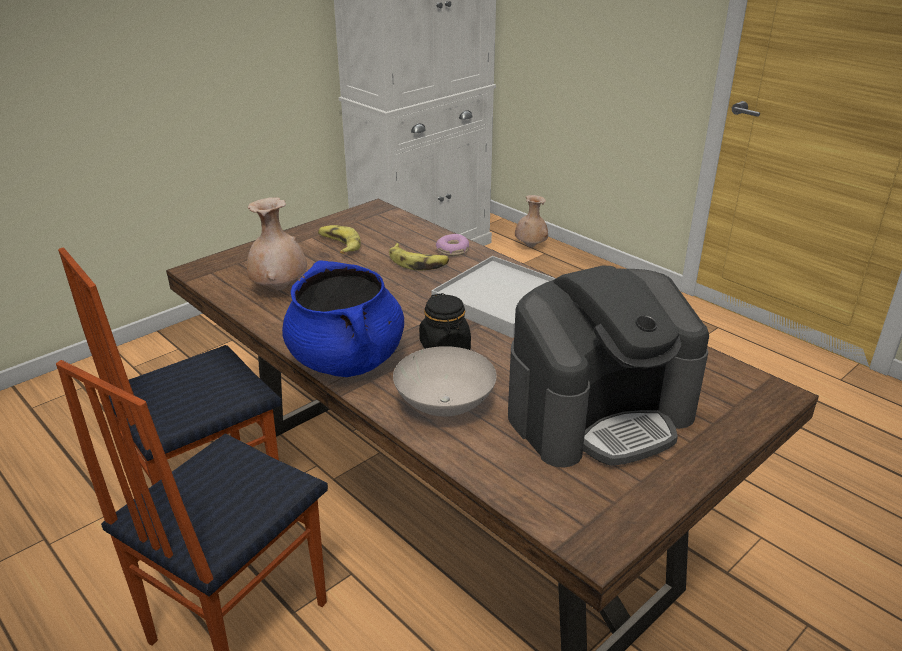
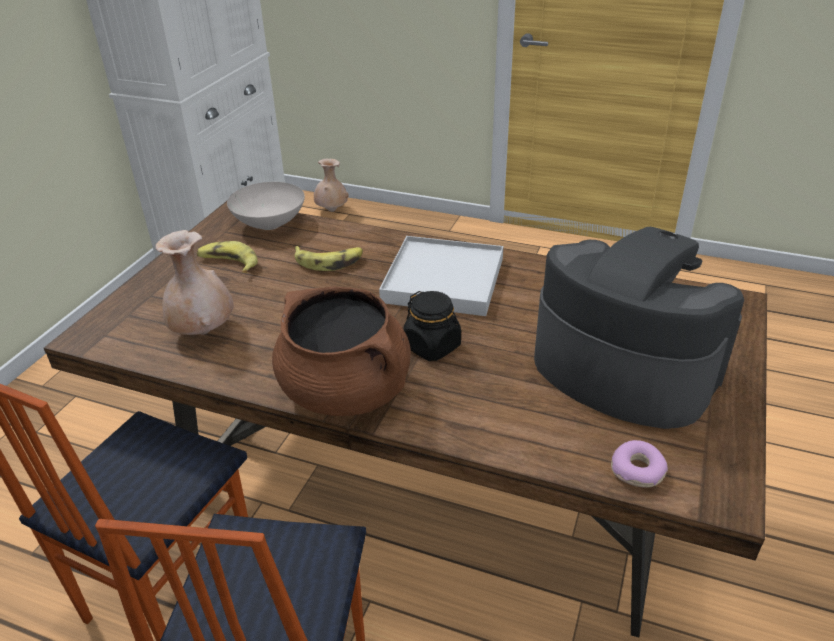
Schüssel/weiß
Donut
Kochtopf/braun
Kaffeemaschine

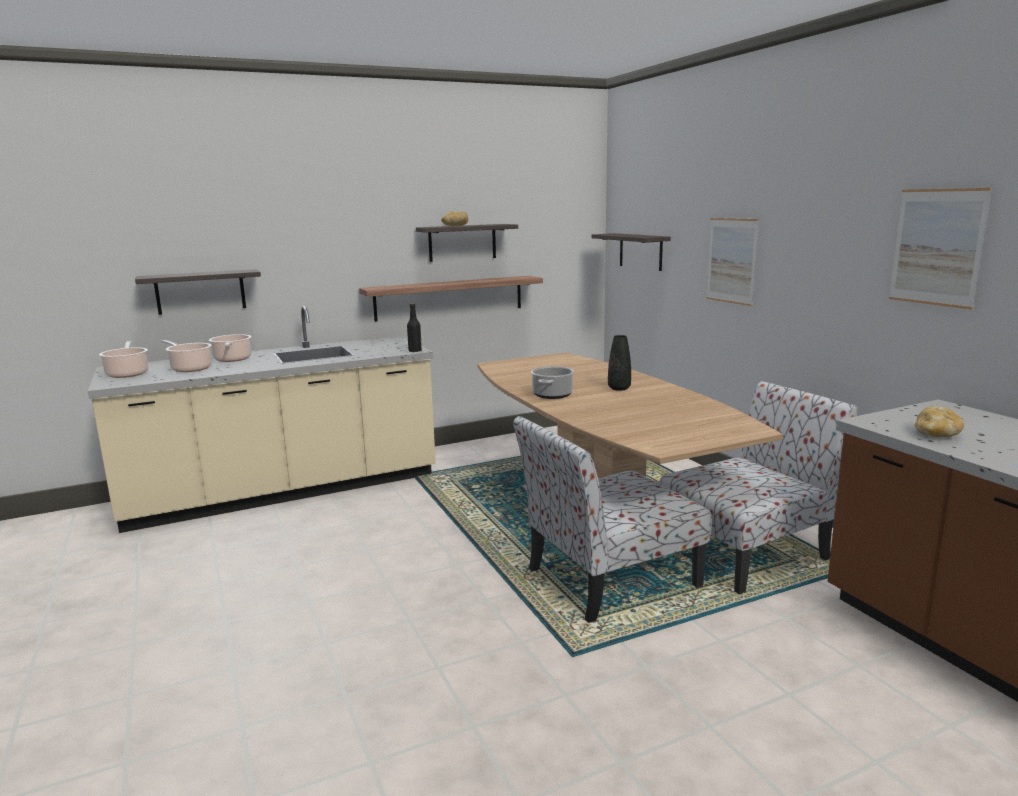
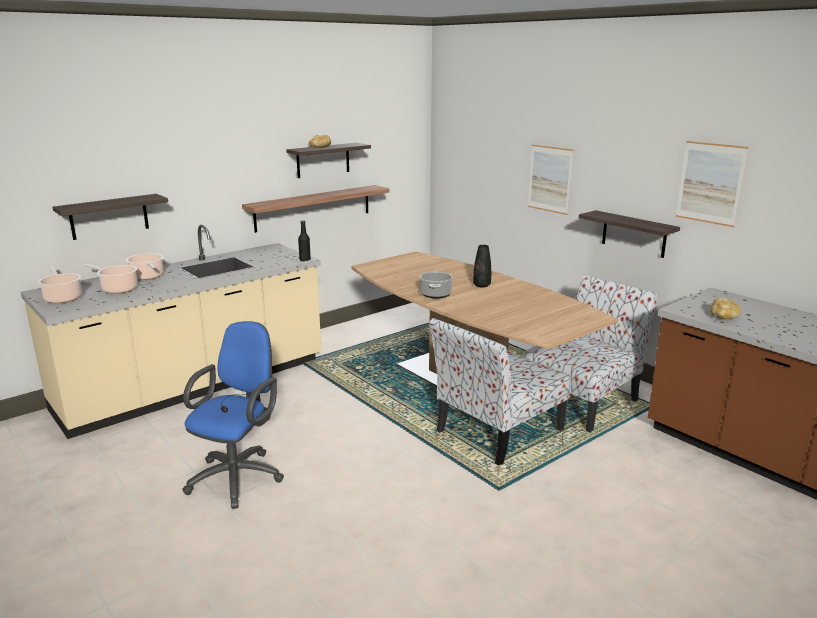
Bürostuhl/blau
Wandregal (no. 4 from left)

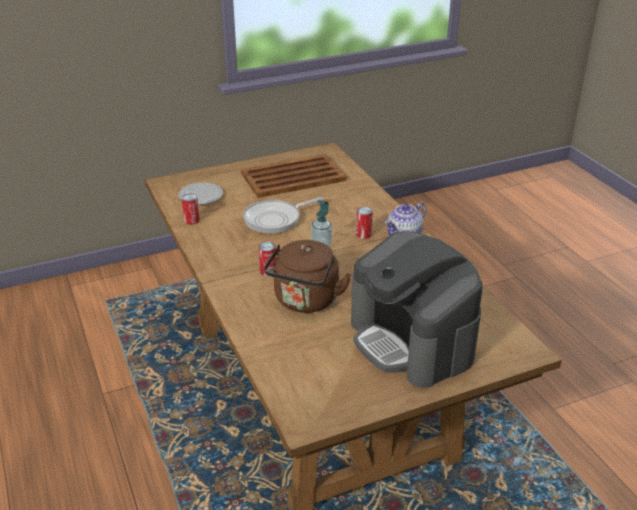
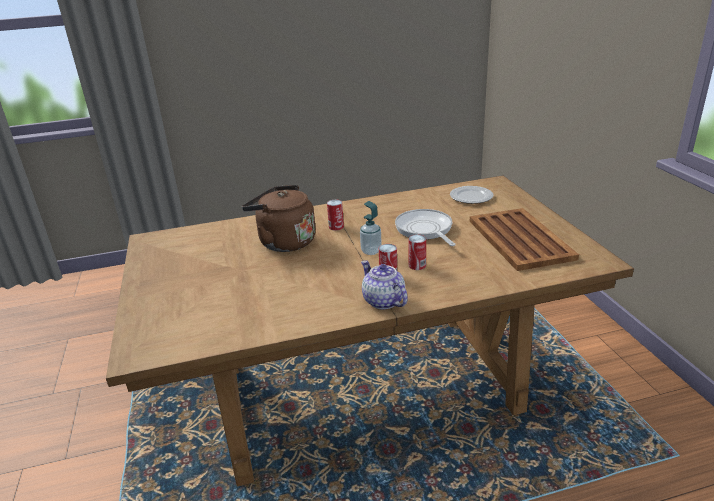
Kaffeemaschine
Dose (no. 3 from left)

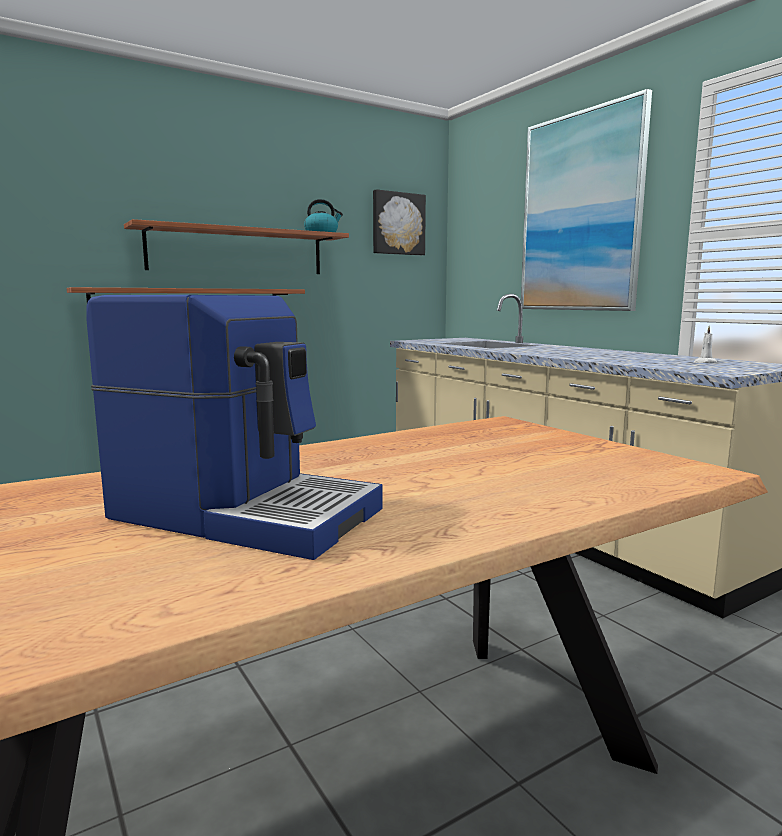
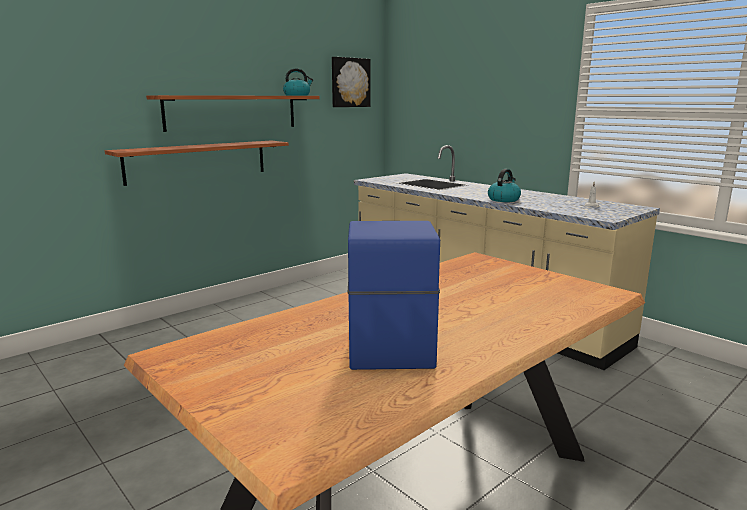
Bild (no. 2 from left in the first image)
Wasserkessel (no. 2 from left)
Kaffeemaschine

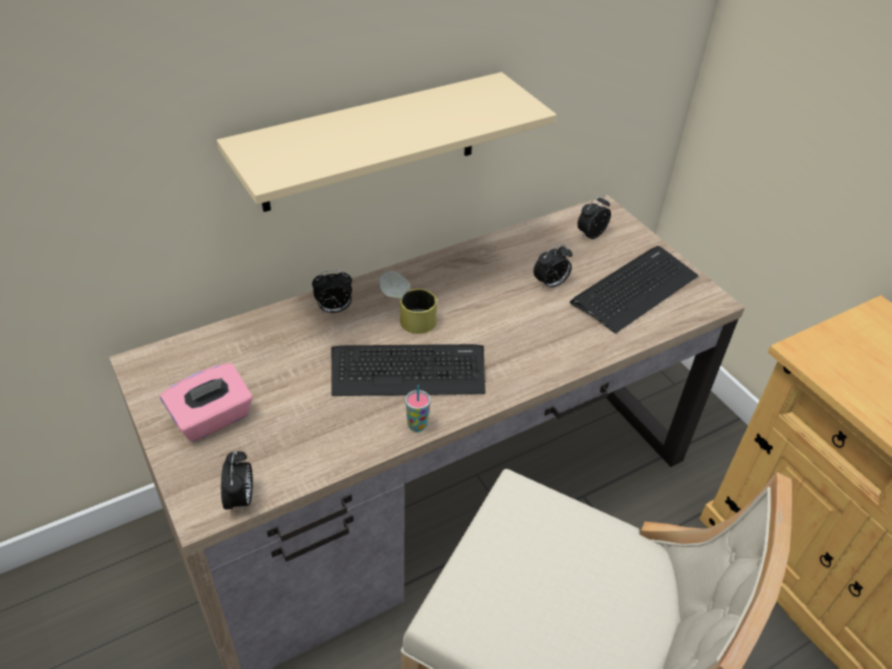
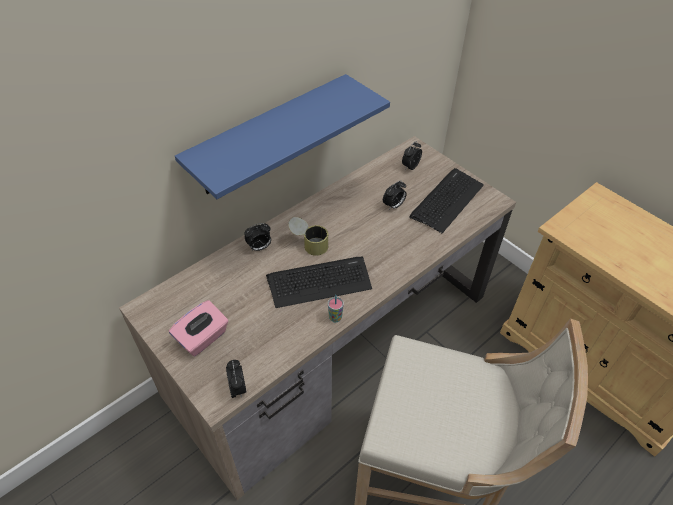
Wandregal/blau

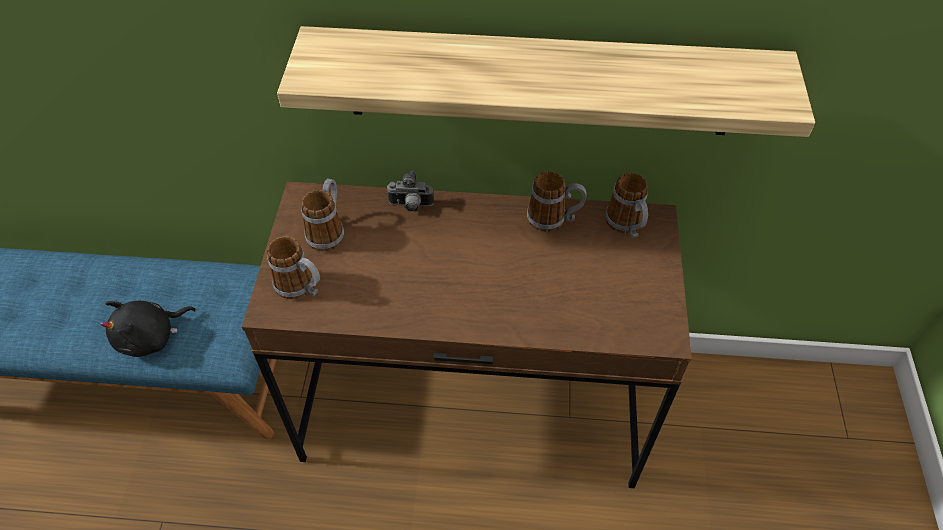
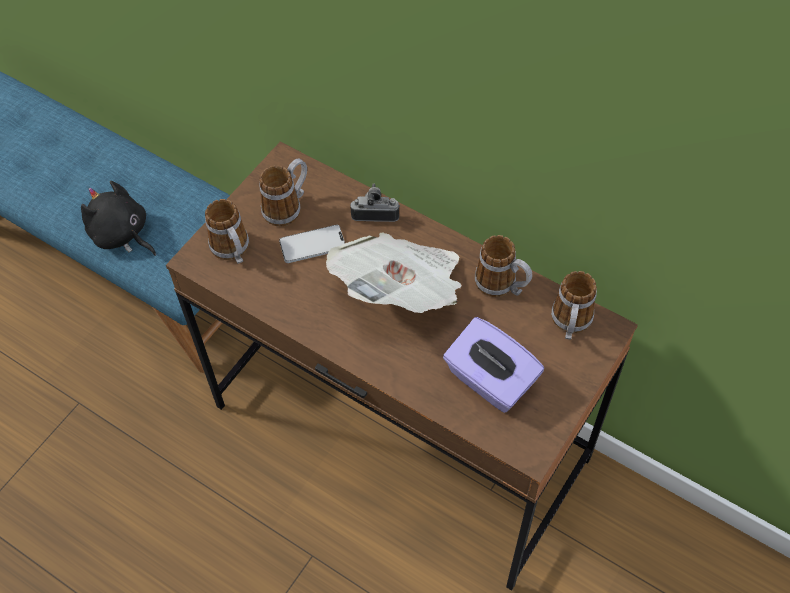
Wandregal
Handy
Zeitung
Taschentuchbox/lila
Plüschtier/schwarz
Kamera

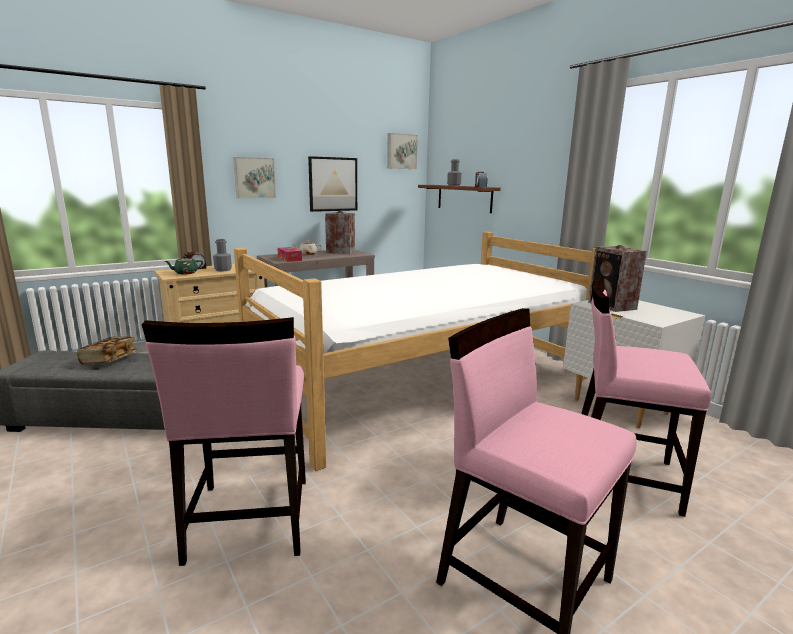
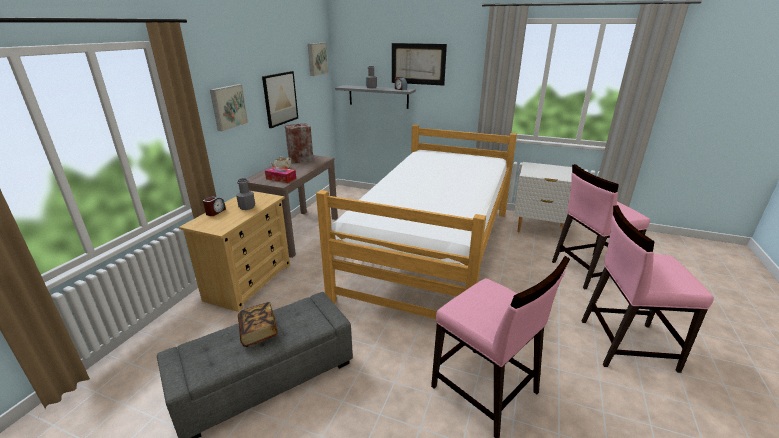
Teekanne/grün
Lautsprecher (no. 2 from left in the first image)
Bild (no. 4 from left)
Wandregal/grau

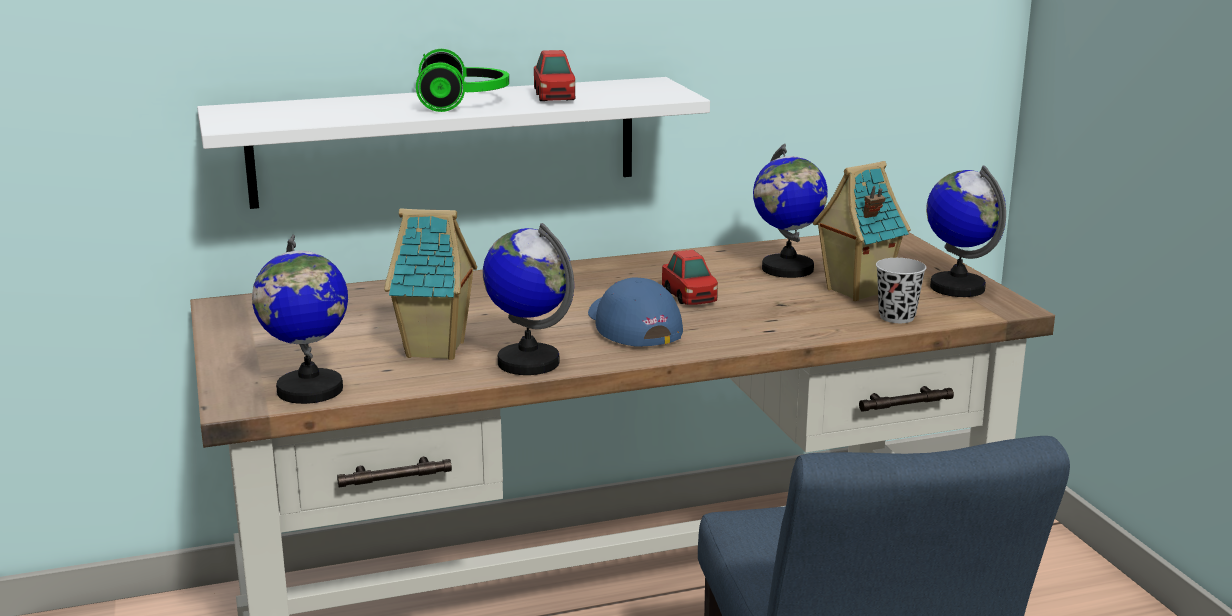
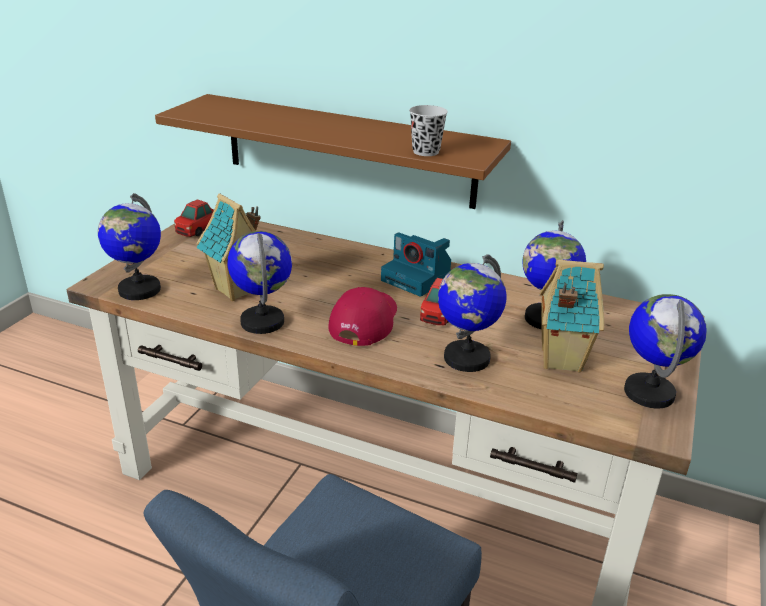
Kopfhörer
Kamera
Globus (no. 3 from left)
Spielzeugauto (no. 1 from left)
Tasse/schwarz
Wandregal/braun
Kappe/rot

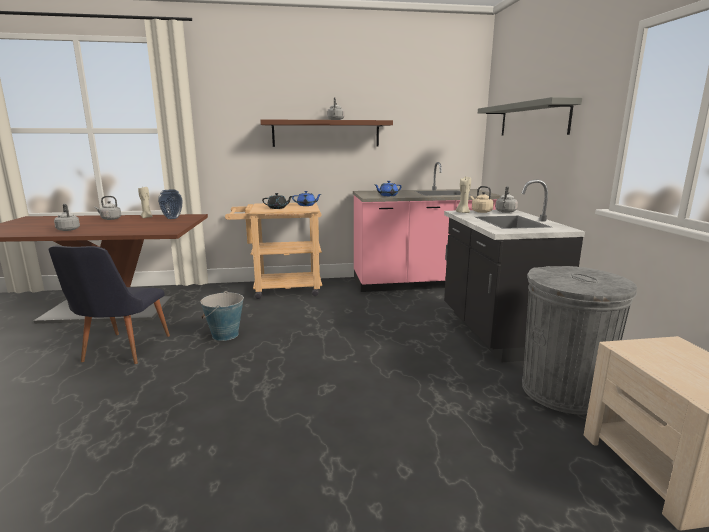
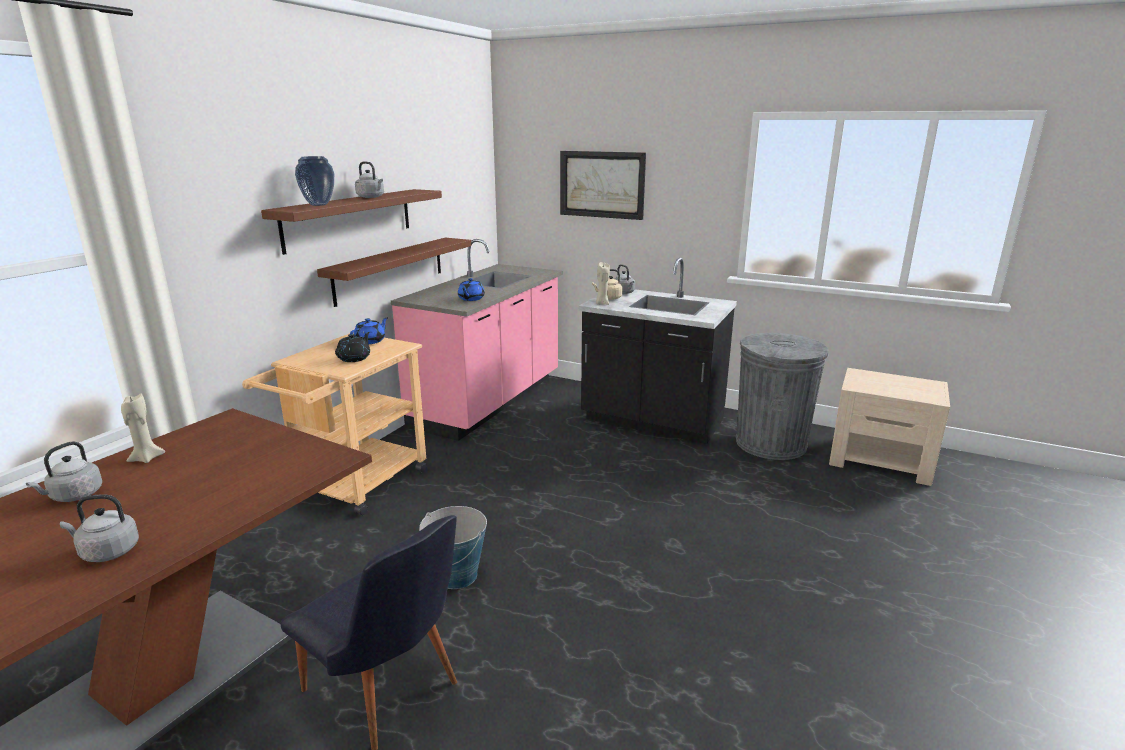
Wandregal/braun (no. 2 from left)
Vase
Bild

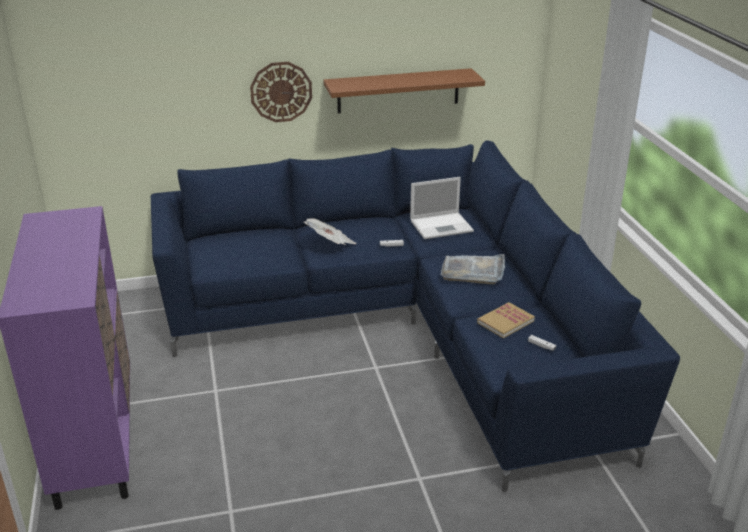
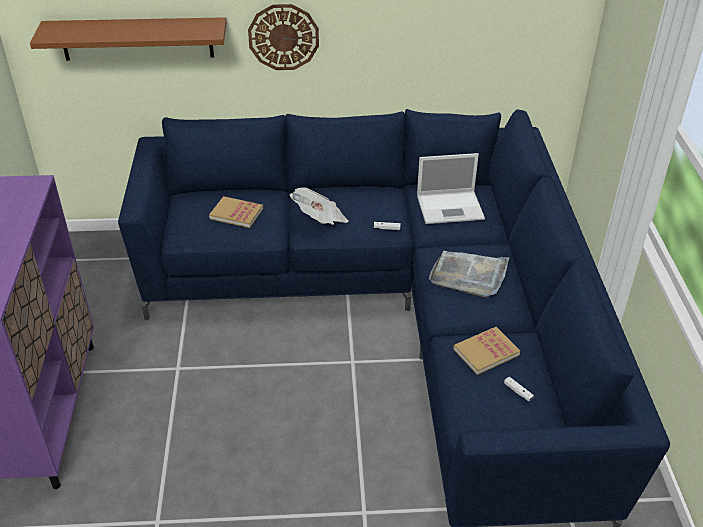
Buch (no. 1 from left)
Wandregal/braun

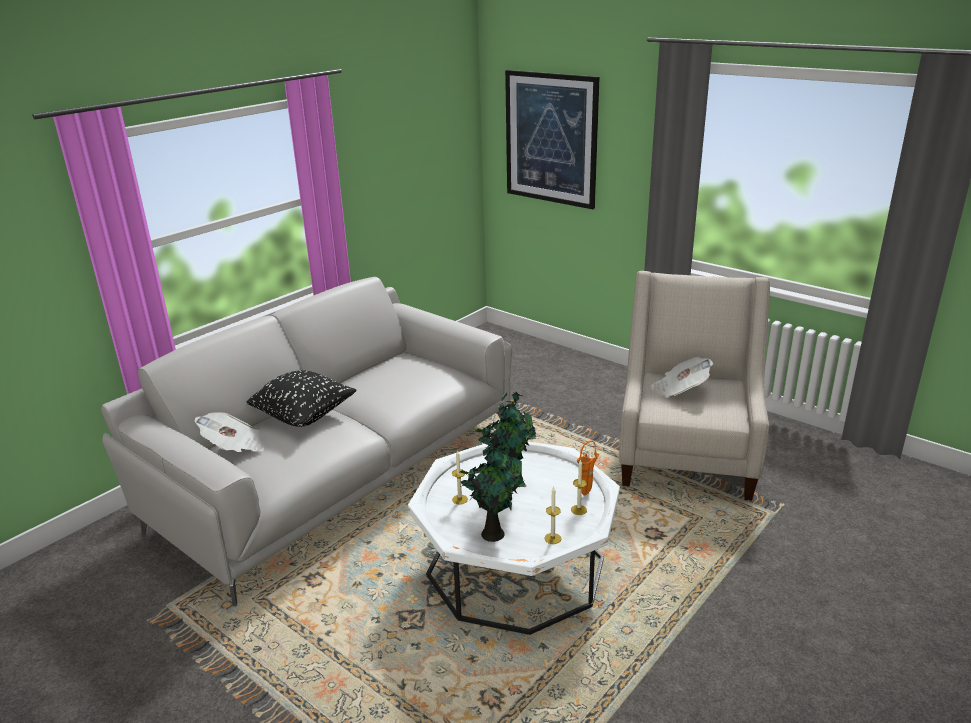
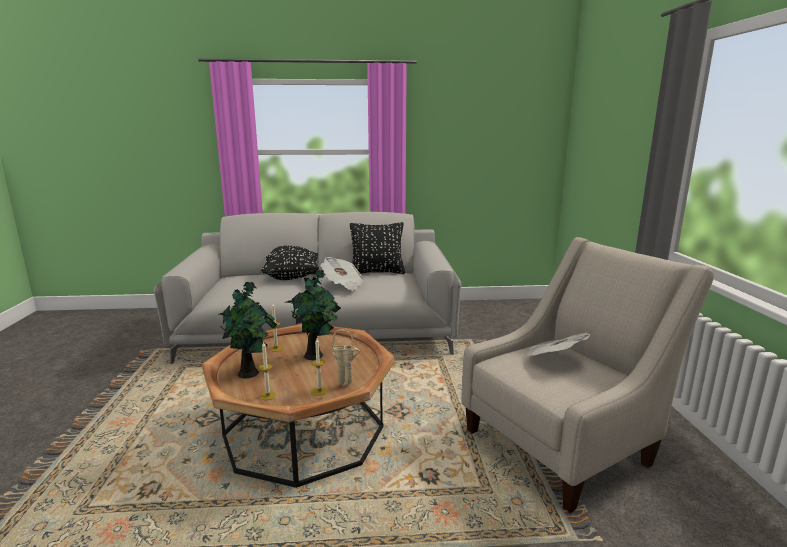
Bild
Kissen/schwarz (no. 2 from left)
Zeitung (no. 1 from left)
Couchtisch/braun
Vase/beige

